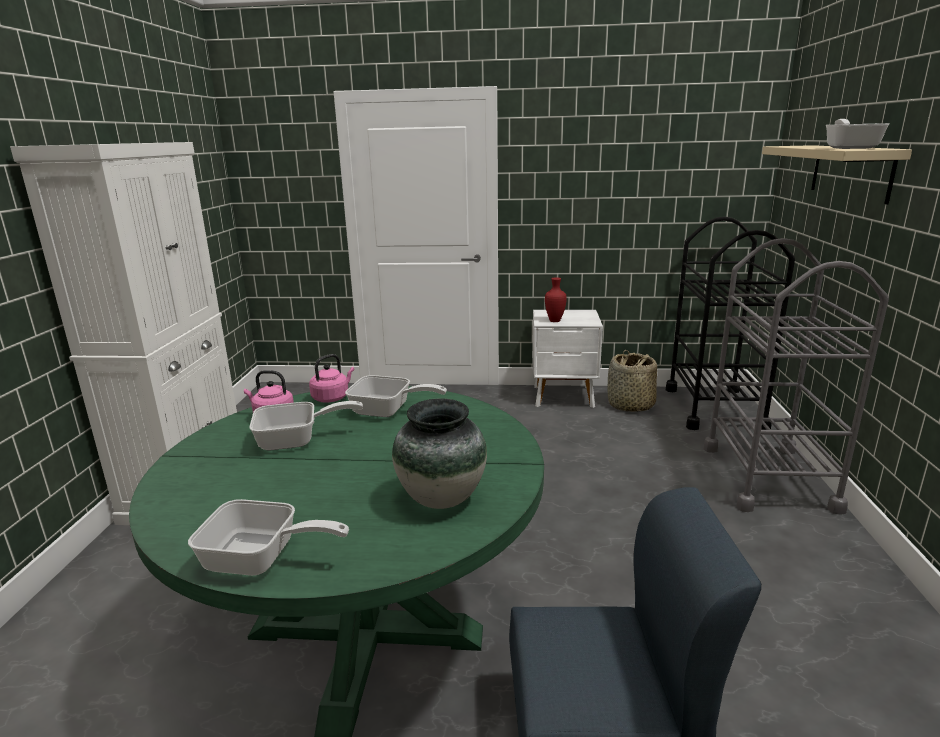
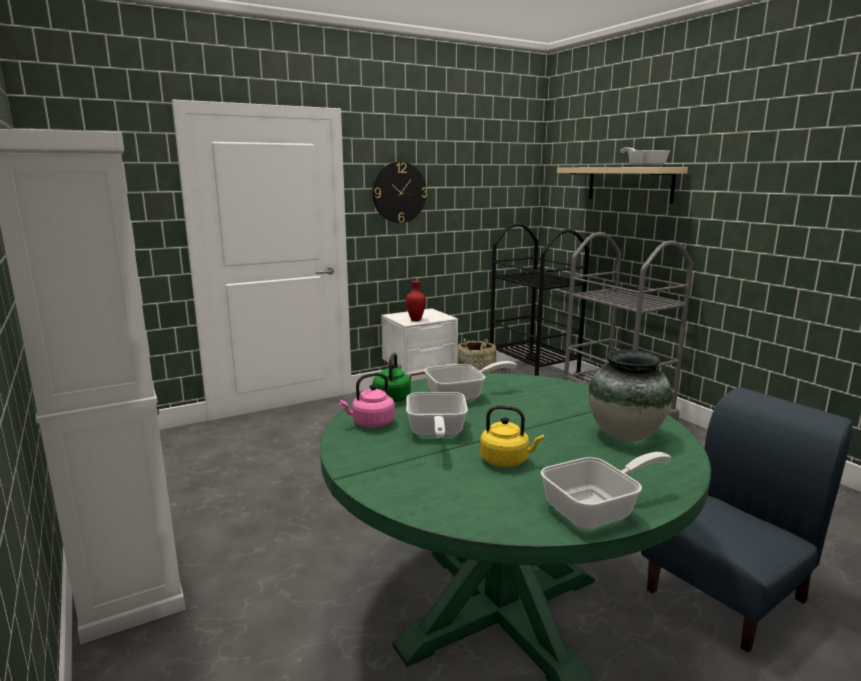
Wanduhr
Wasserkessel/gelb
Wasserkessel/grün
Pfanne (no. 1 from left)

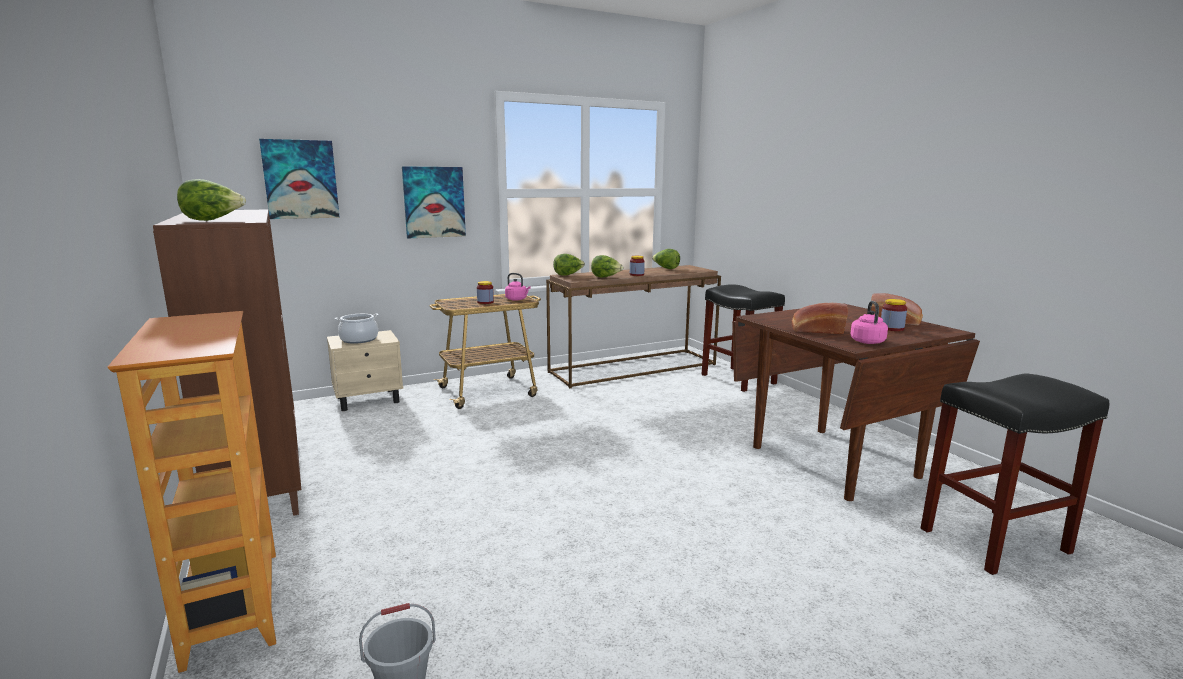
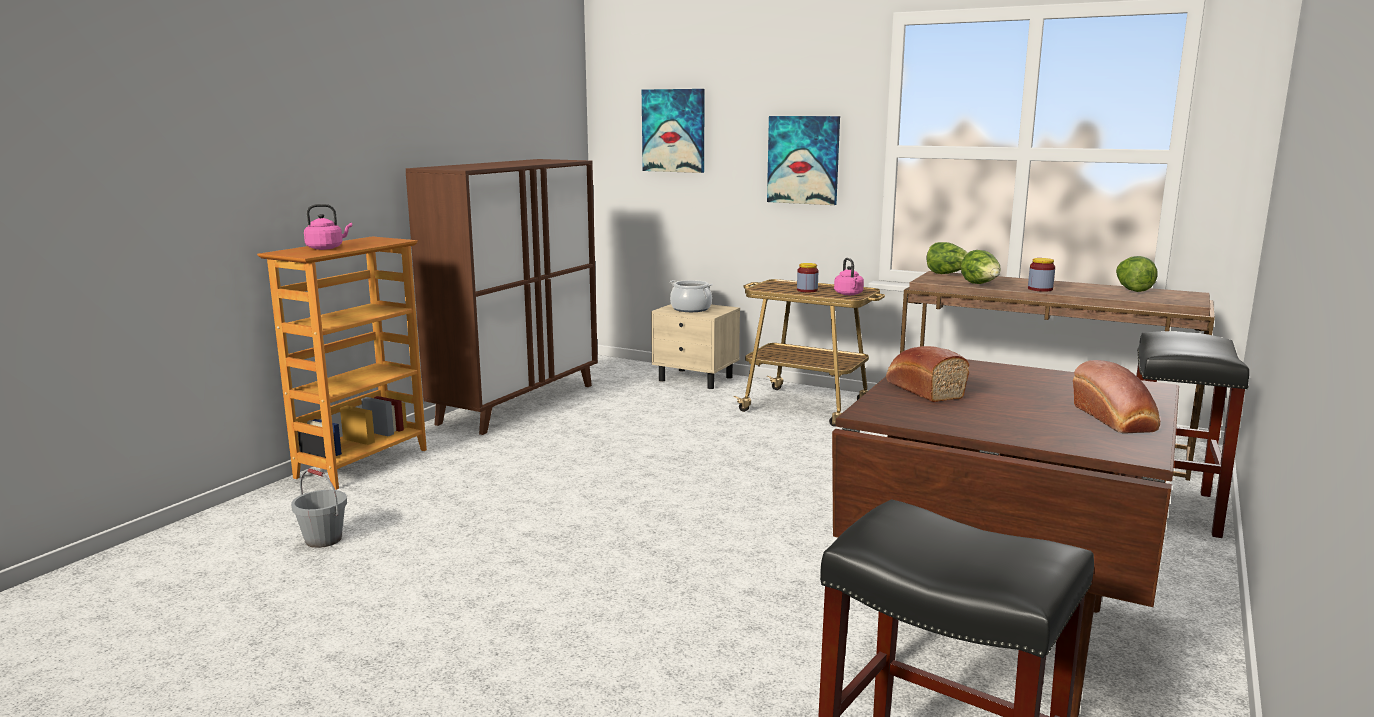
Salatkopf (no. 1 from left in the first image)
Vorratsglas (no. 3 from left in the first image)
Wasserkessel/rosa (no. 1 from left)

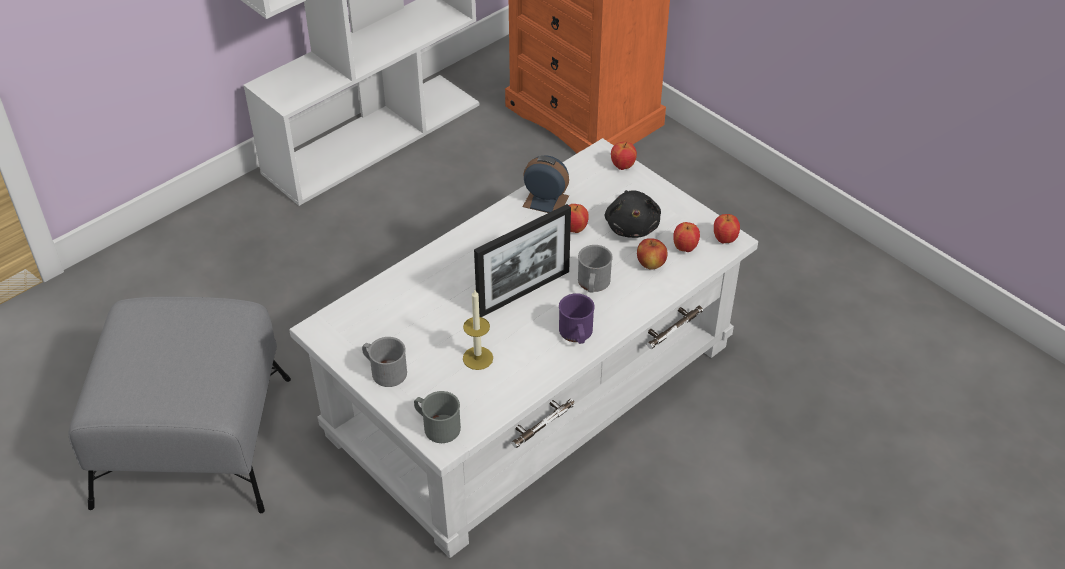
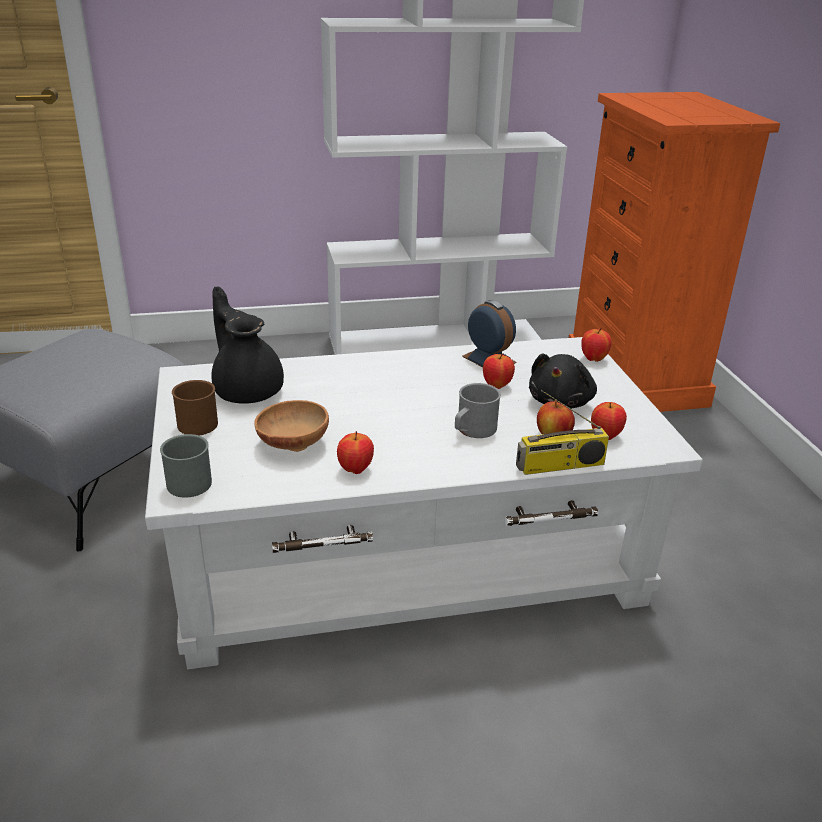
Bilderrahmen
Henkelbecher/lila
Teekanne/schwarz
Radio
Apfel (no. 1 from left)
Schüssel/braun
Henkelbecher/braun

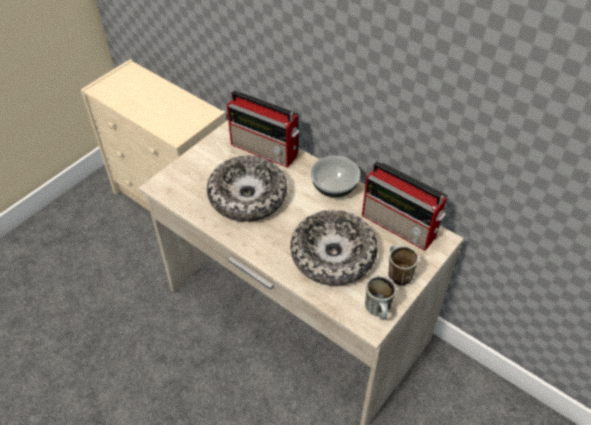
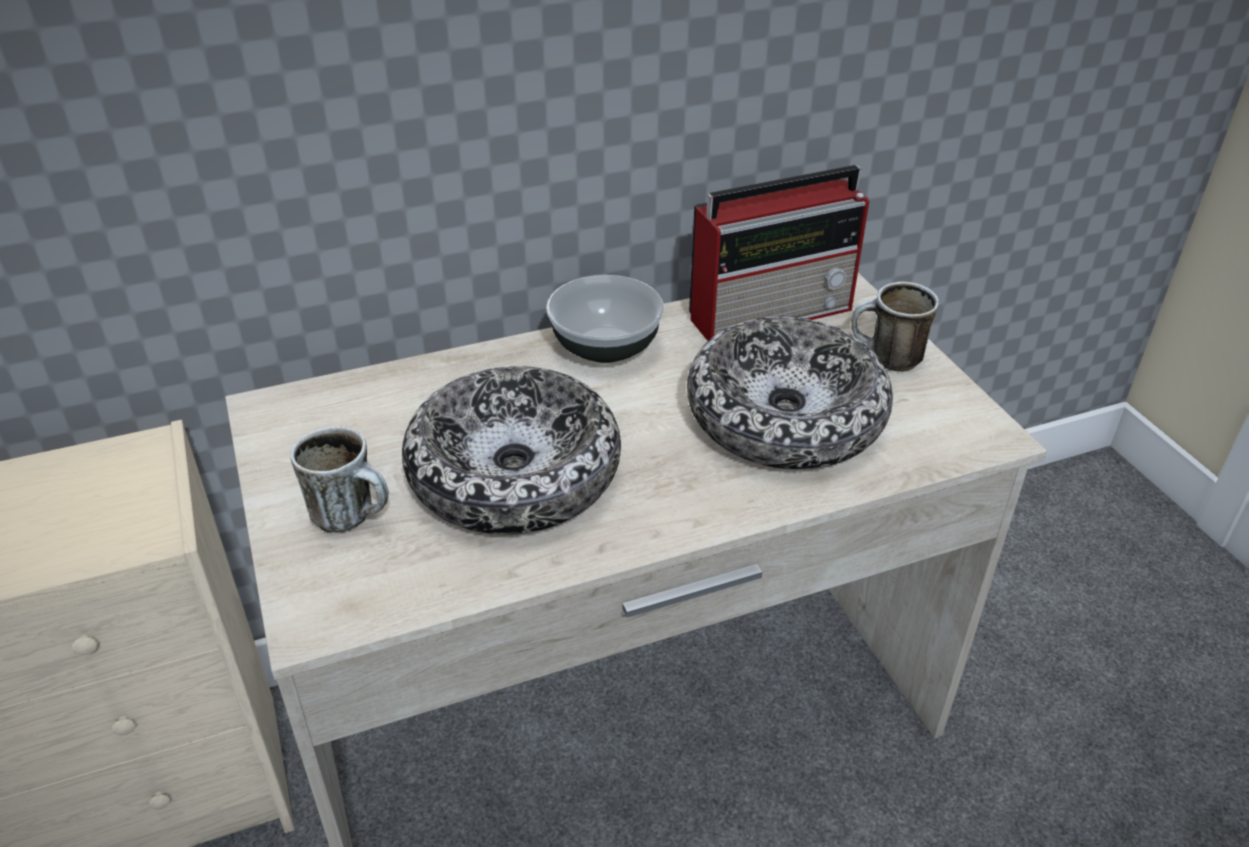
Radio (no. 1 from left in the first image)
Henkelbecher (no. 1 from left)

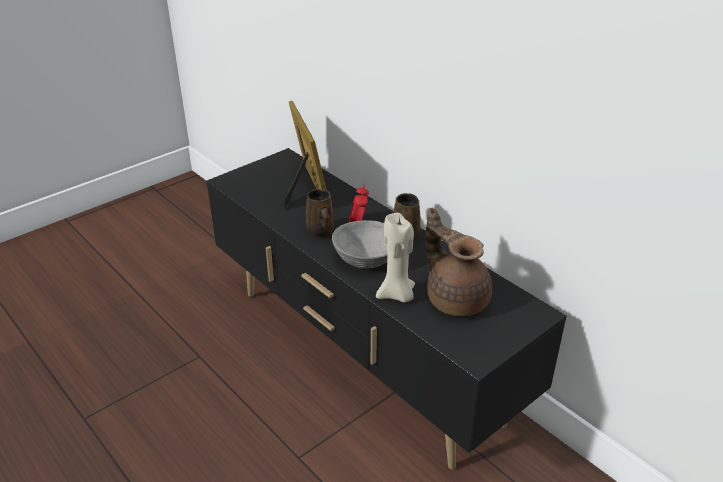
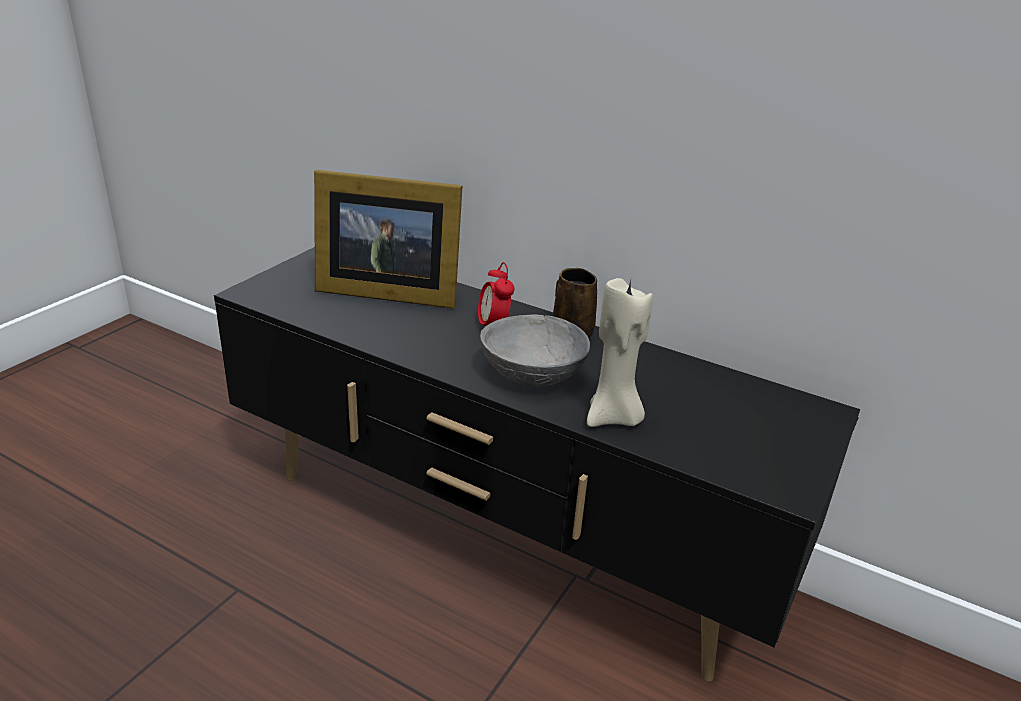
Henkelbecher/braun (no. 1 from left in the first image)
Teekanne/braun
Bilderrahmen

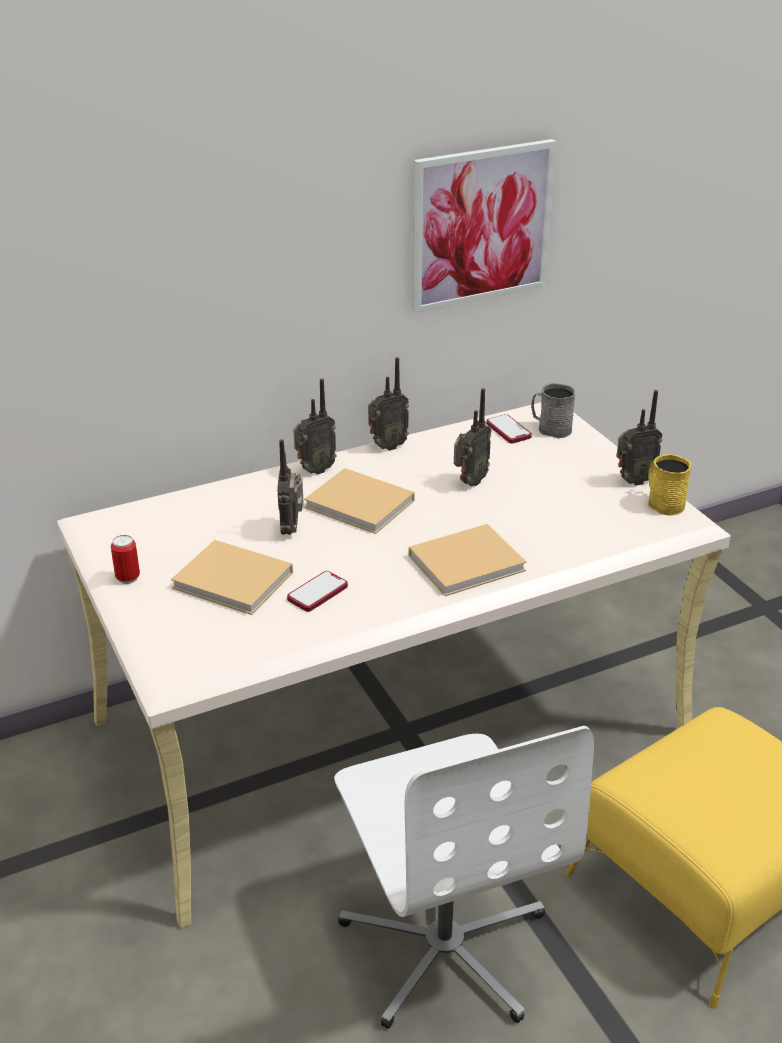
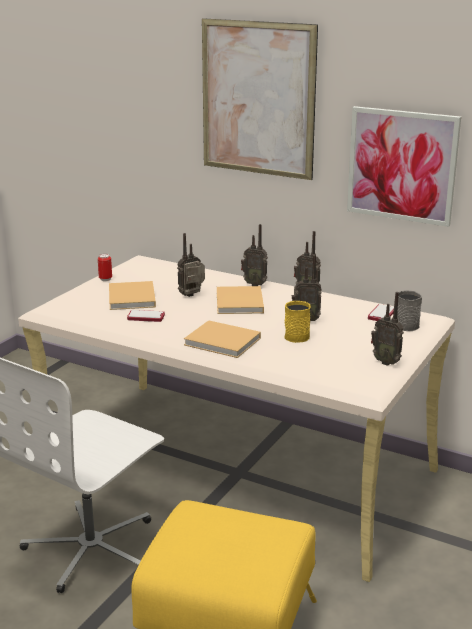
Bild (no. 1 from left)
Henkelbecher/gelb

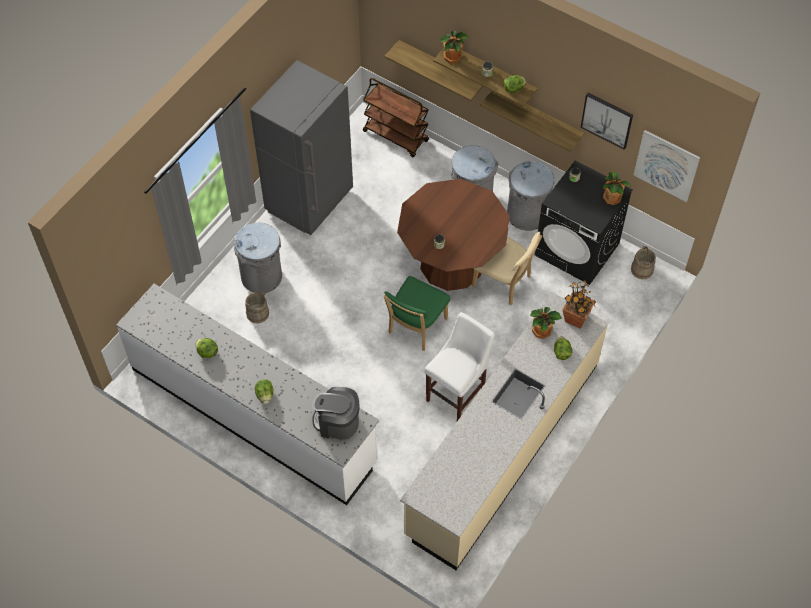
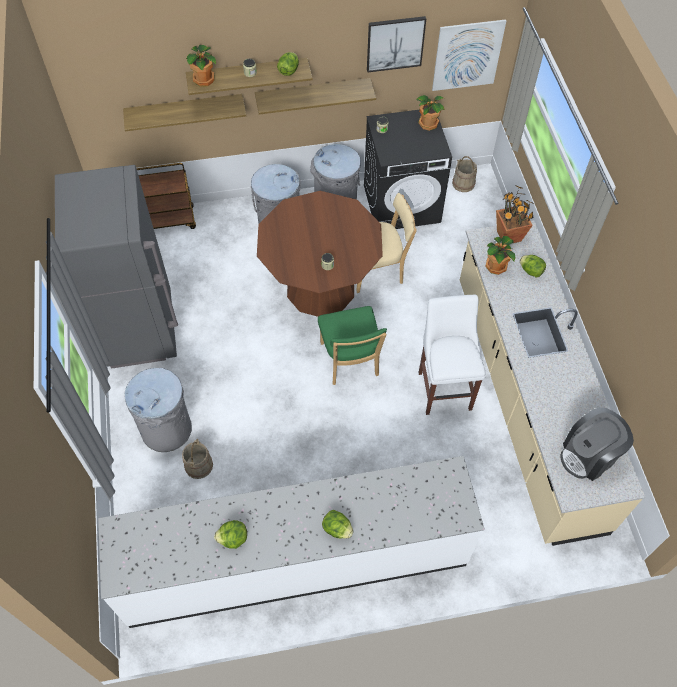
Kaffeemaschine

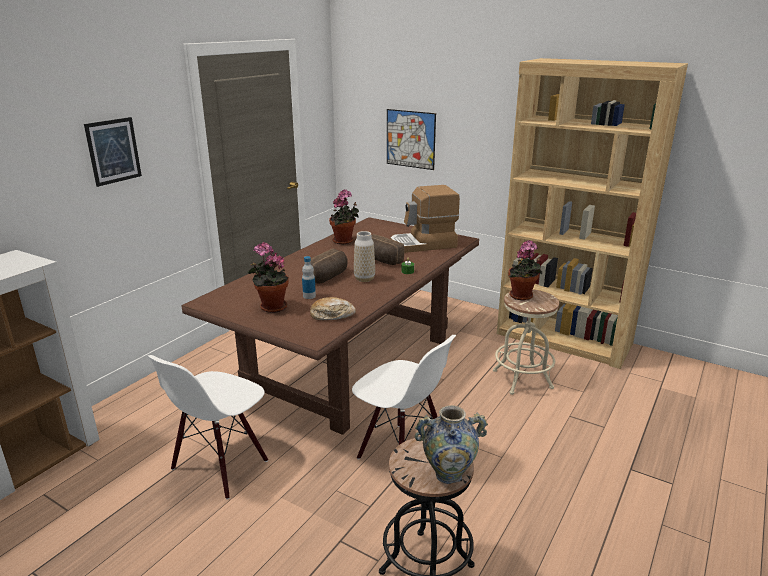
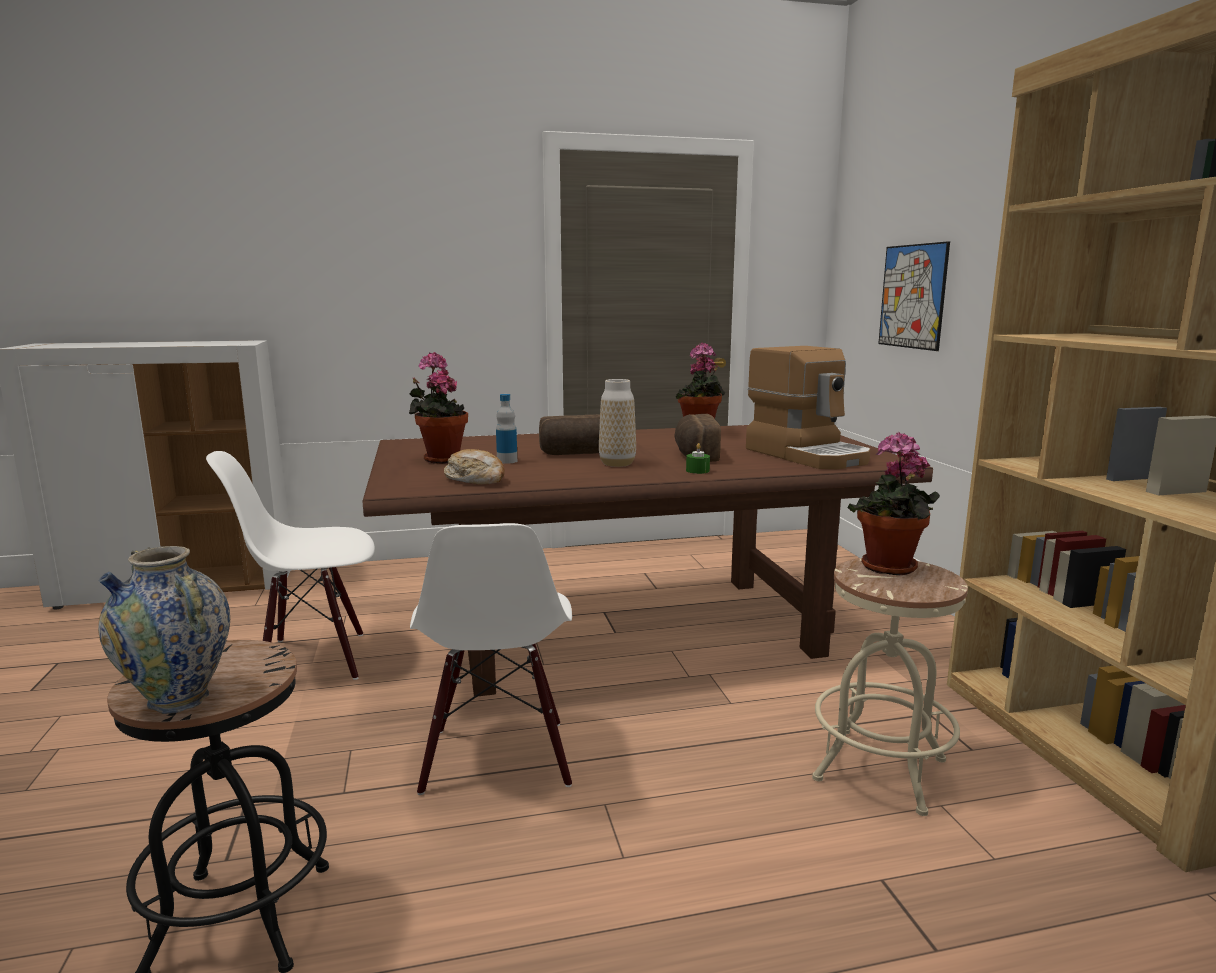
Bild (no. 1 from left in the first image)
Kaffeemaschine

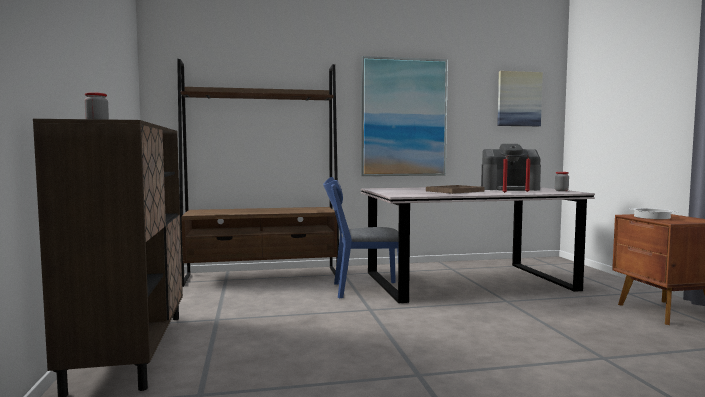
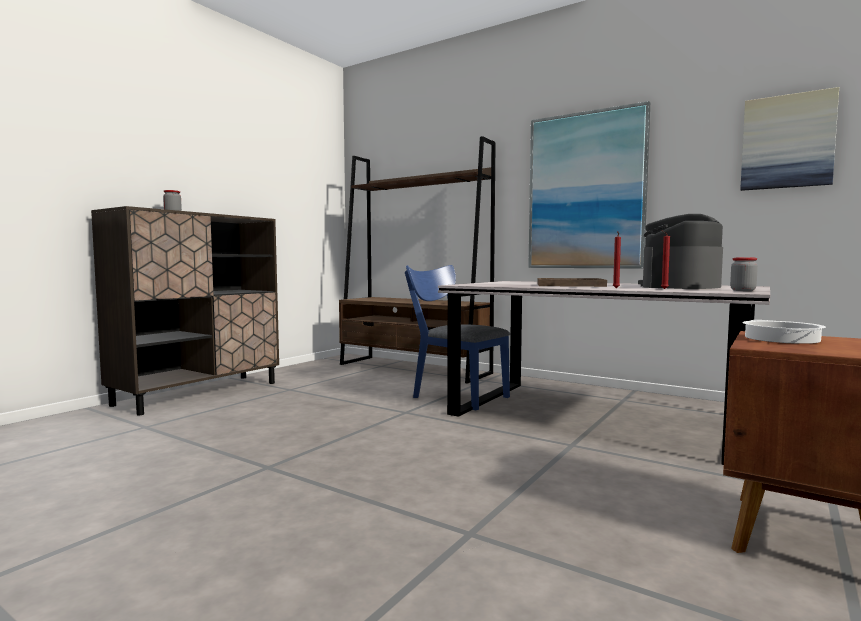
Kaffeemaschine

